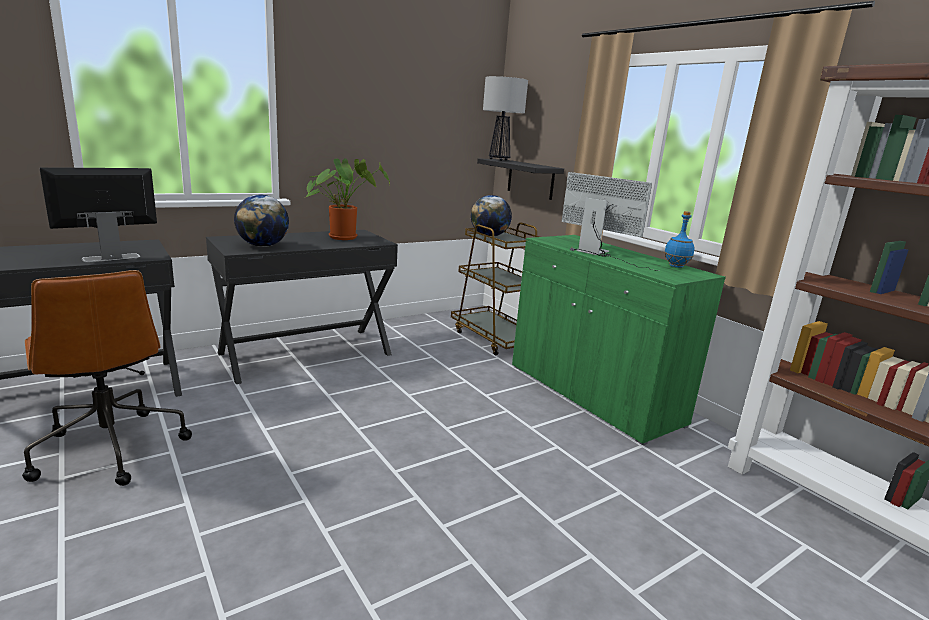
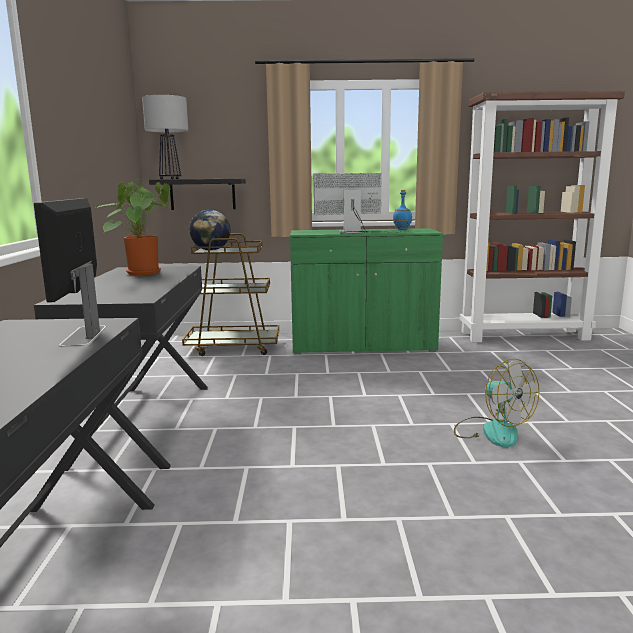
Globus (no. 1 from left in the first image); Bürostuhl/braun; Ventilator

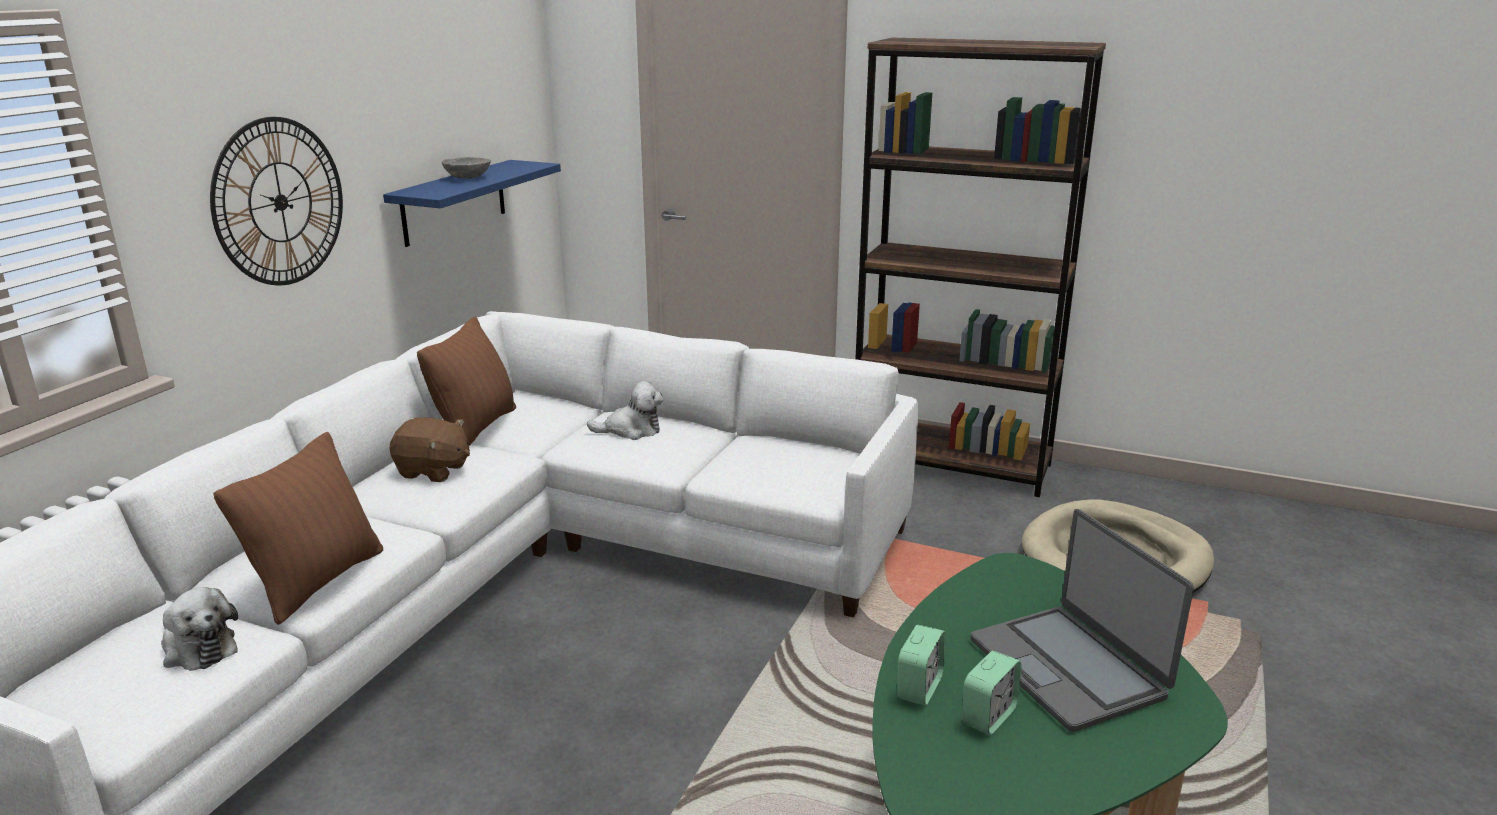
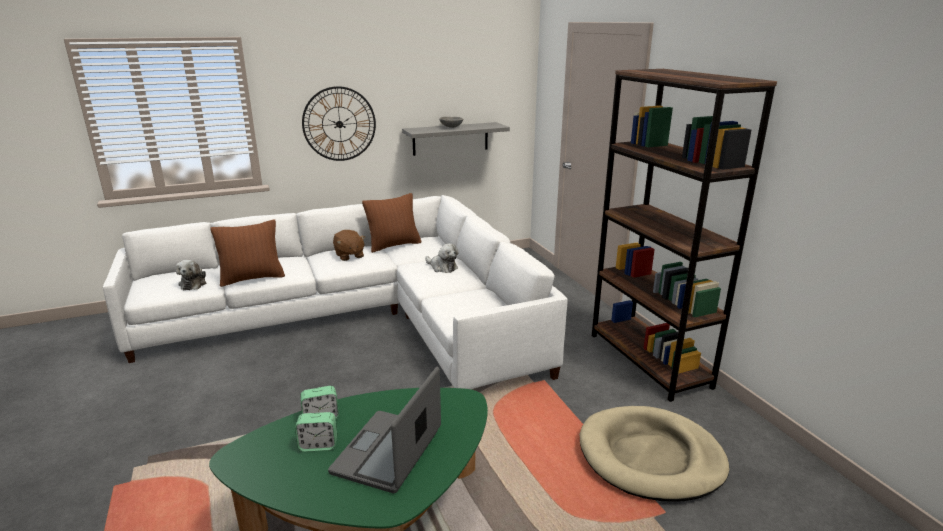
Wandregal/grau

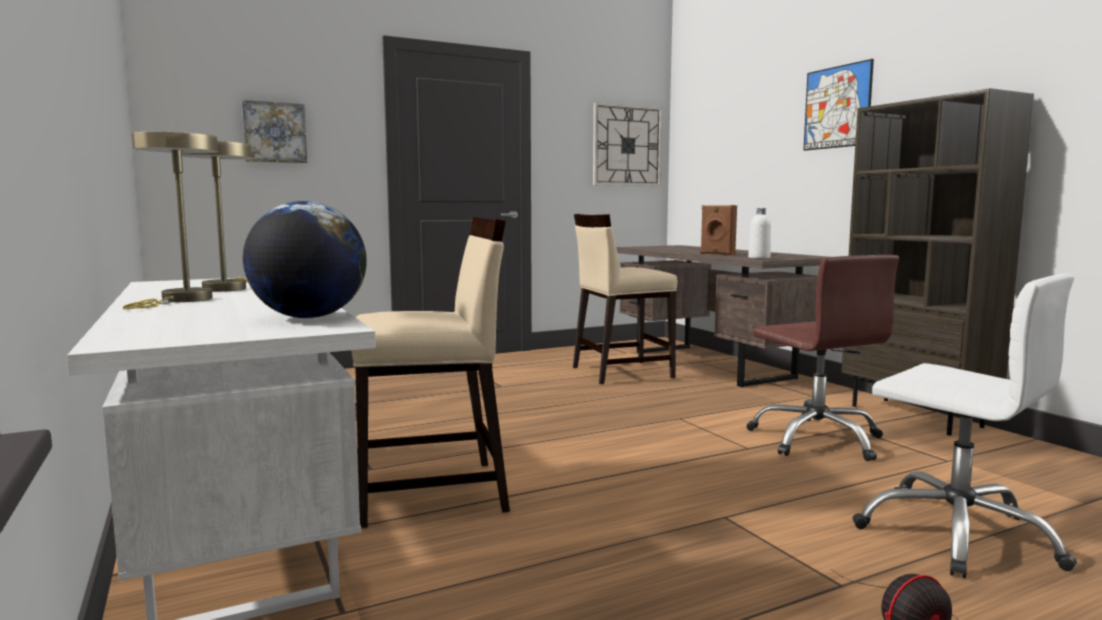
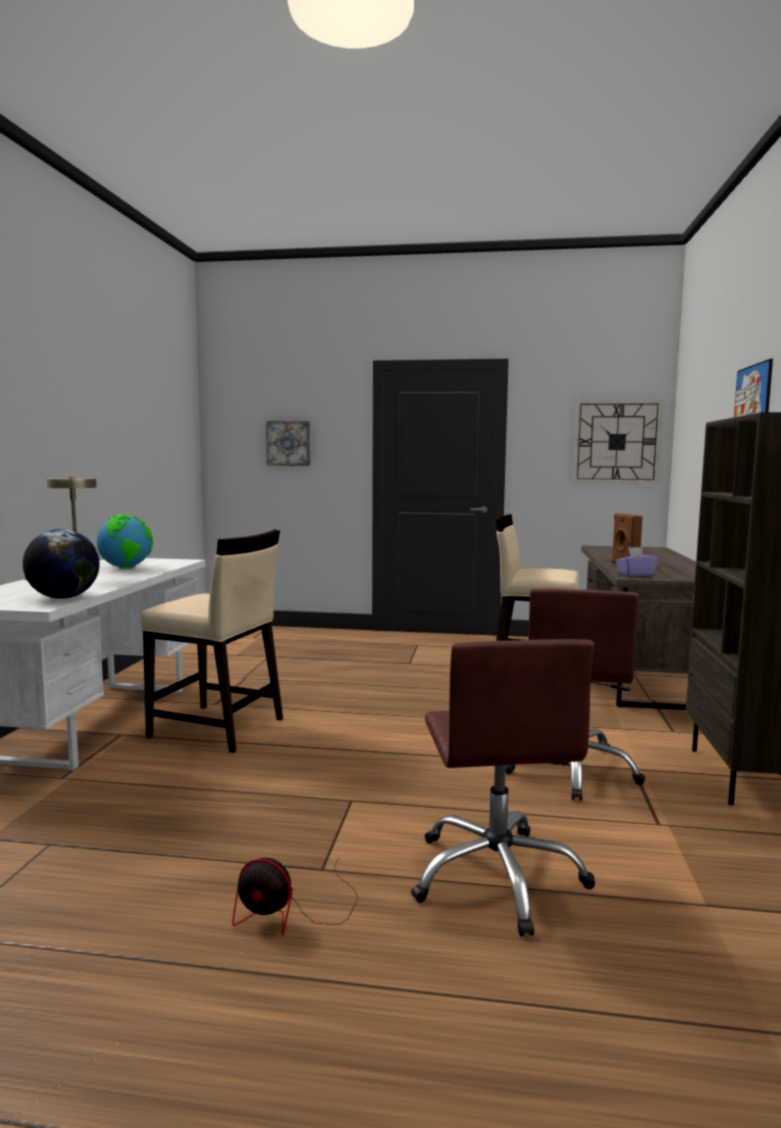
Globus (no. 2 from left); Taschentuchbox/lila; Bürostuhl/braun (no. 1 from left)

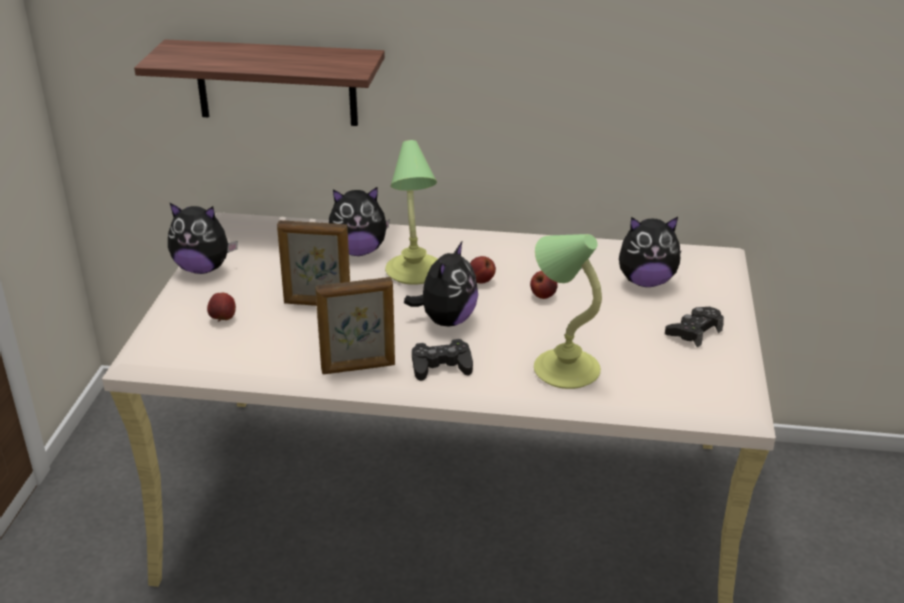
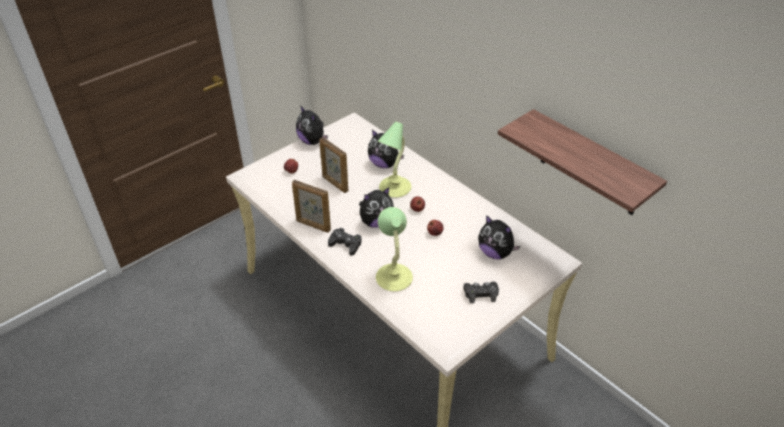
Wandregal

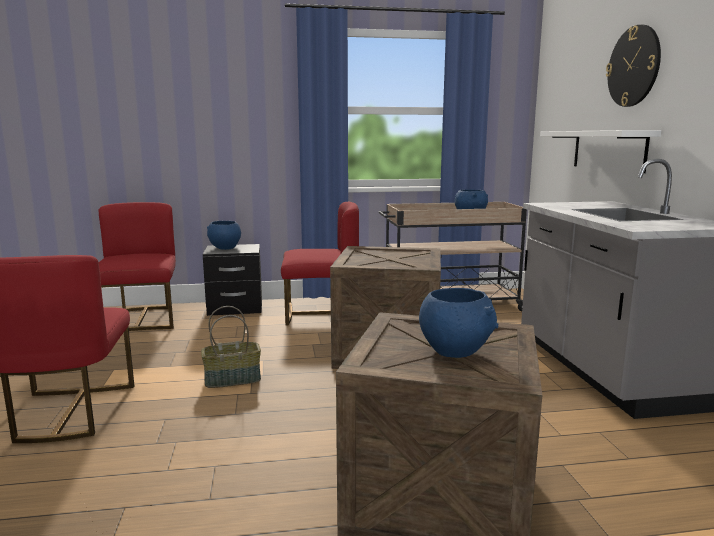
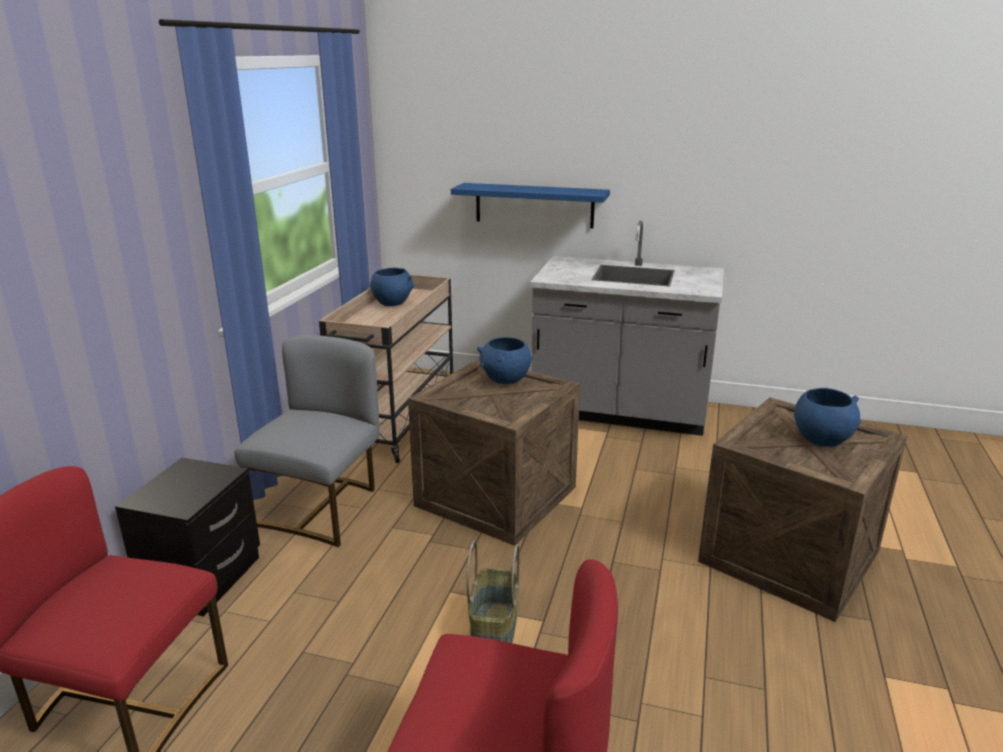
Wanduhr; Wandregal/blau; Stuhl/grau; Schüssel/blau (no. 2 from left)

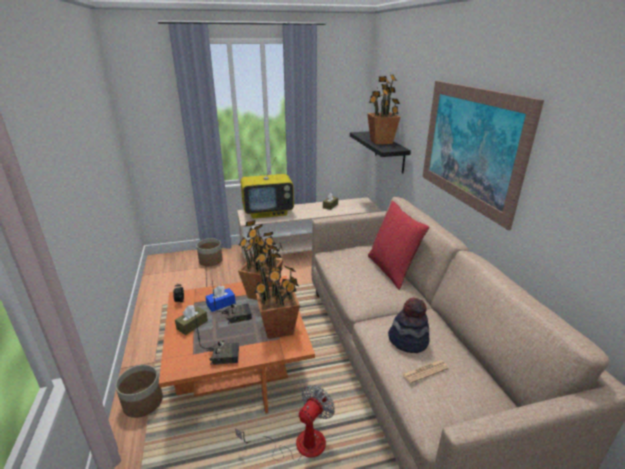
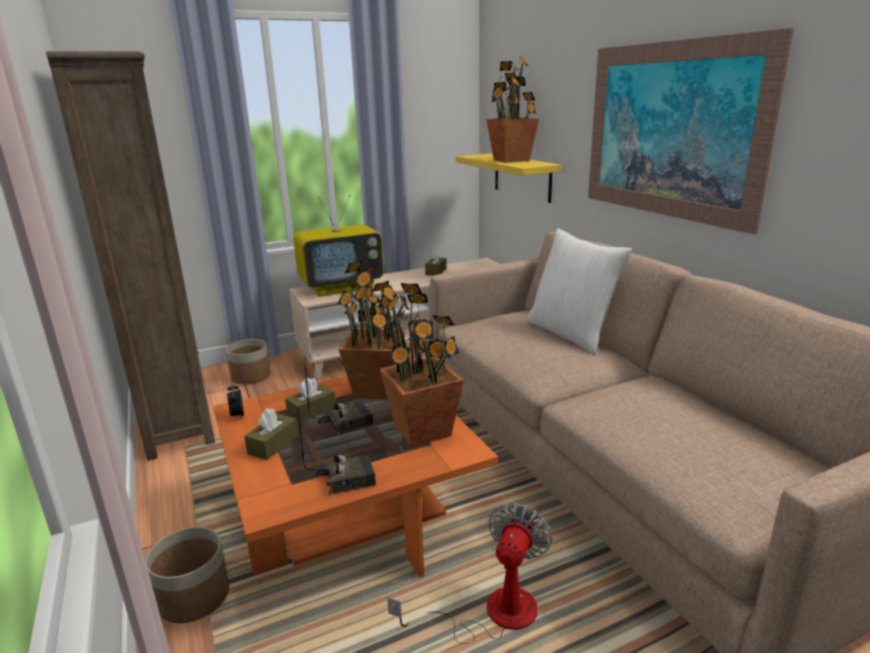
Wandregal/gelb; Kissen/weiß; Taschentuchbox/braun (no. 2 from left); Hut; Zeitung; Bücherregal/braun

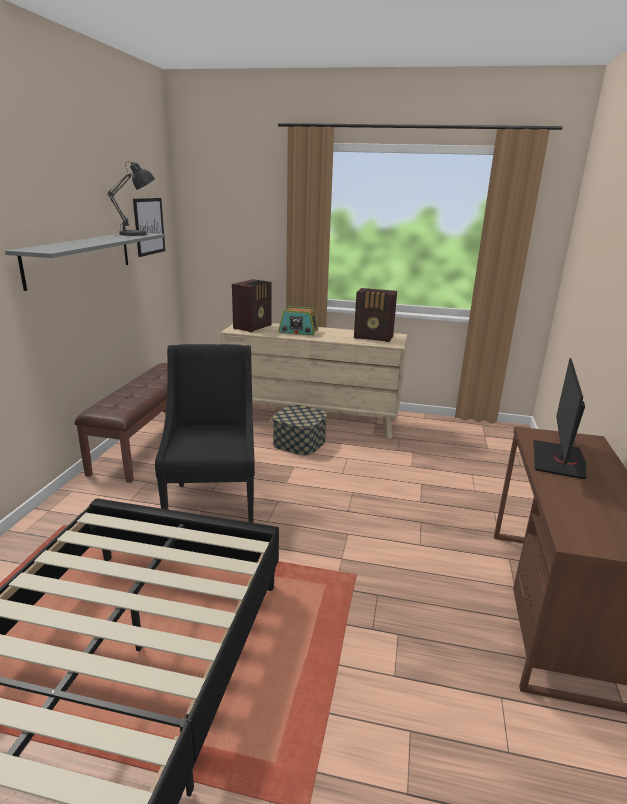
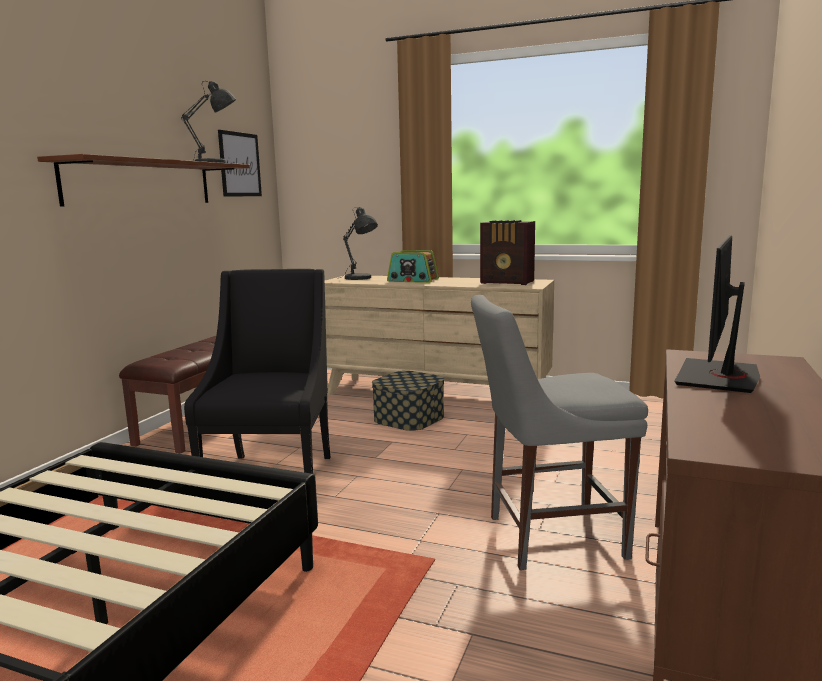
Wandregal/braun; Tischlampe/grau (no. 2 from left); Stuhl/grau

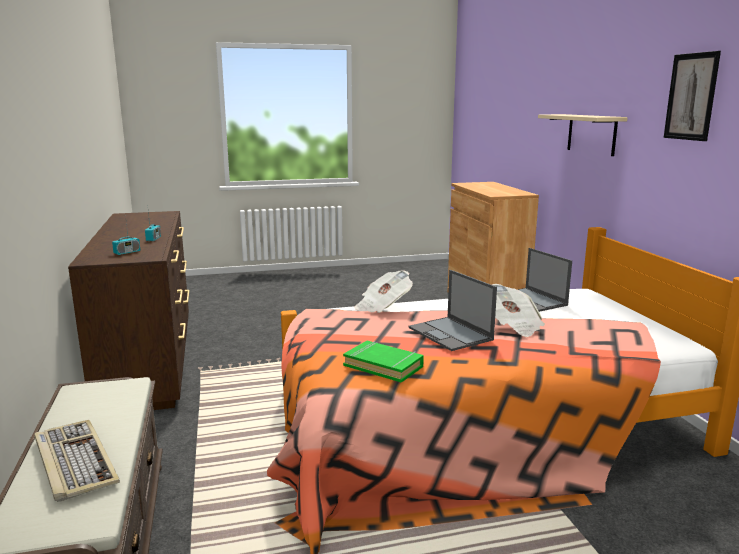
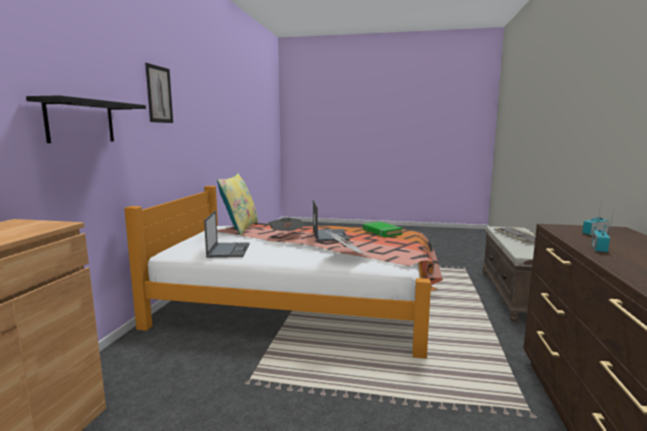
Wandregal/schwarz; Kissen/gelb

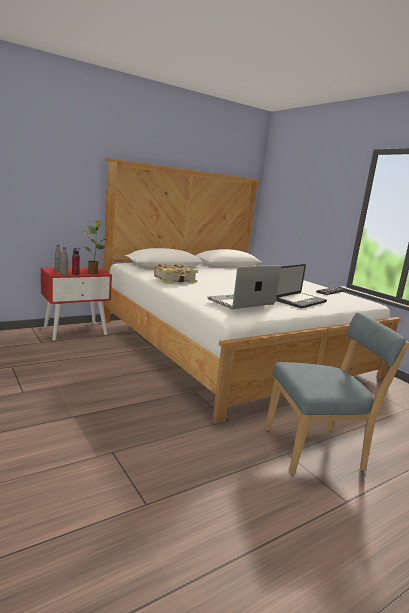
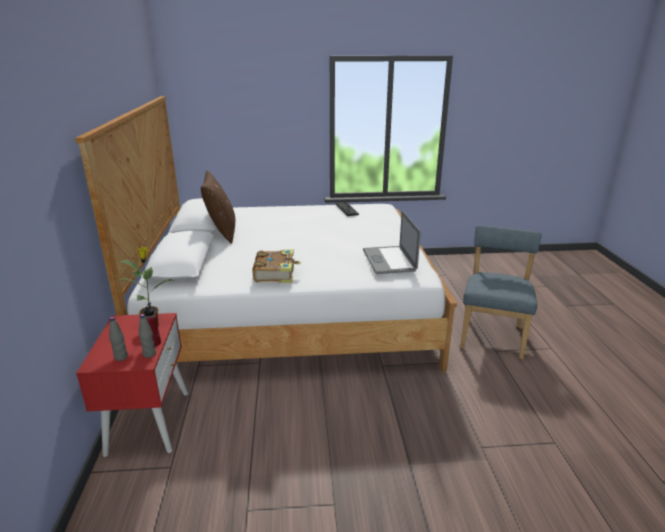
Laptop (no. 2 from left in the first image); Kissen/braun

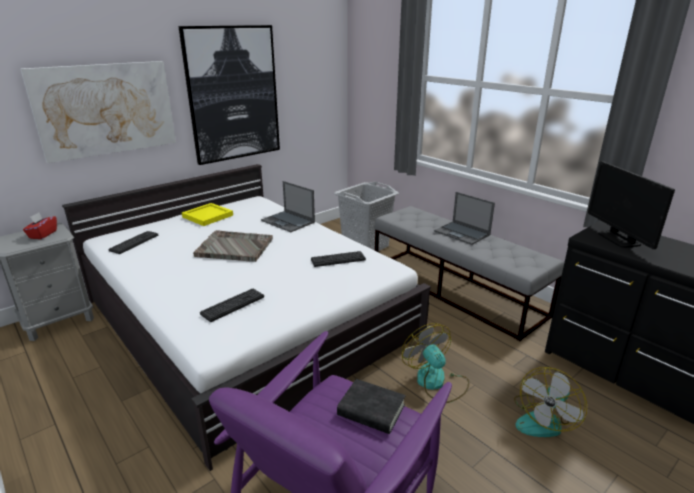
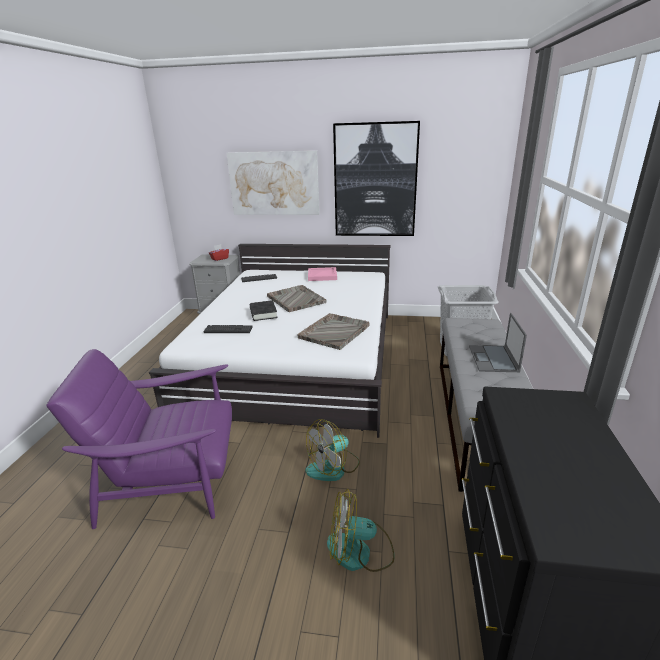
Monitor; Laptop (no. 1 from left in the first image); Tablett/rosa; Tablett/grau (no. 2 from left); Ventilator (no. 1 from left); Buch/schwarz

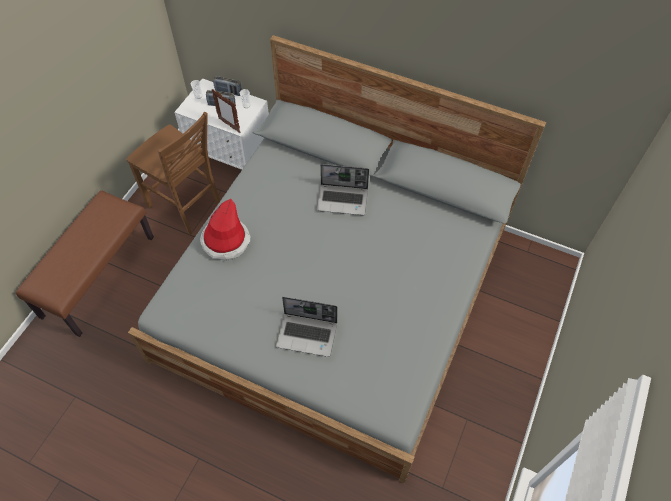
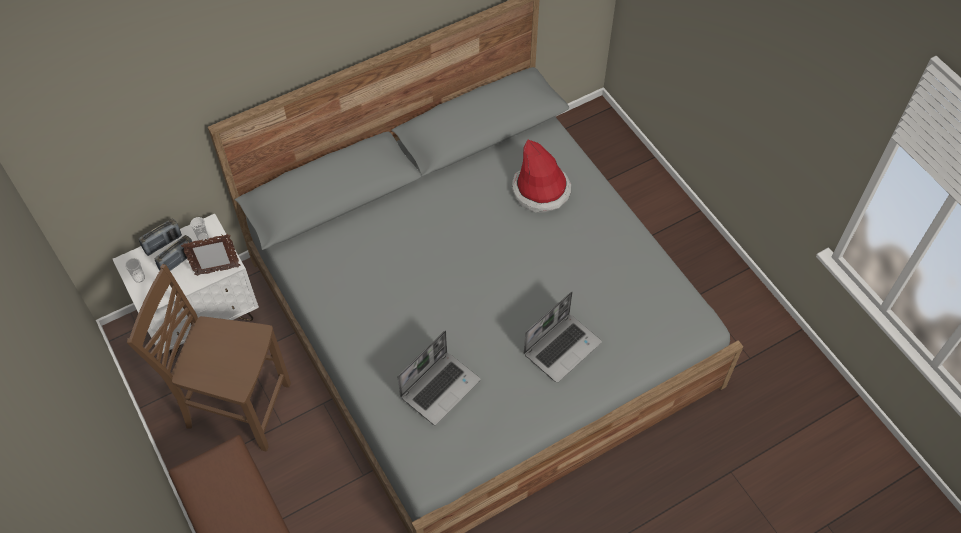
Stuhl/braun; Laptop (no. 1 from left); Hut

